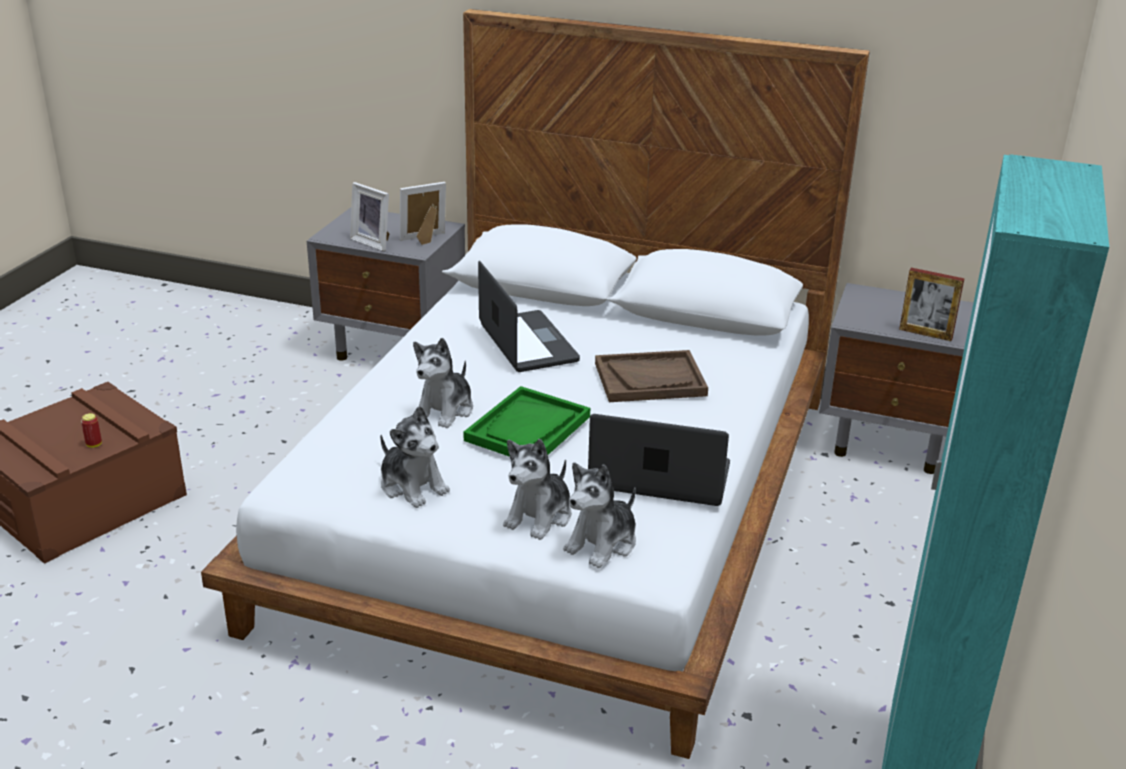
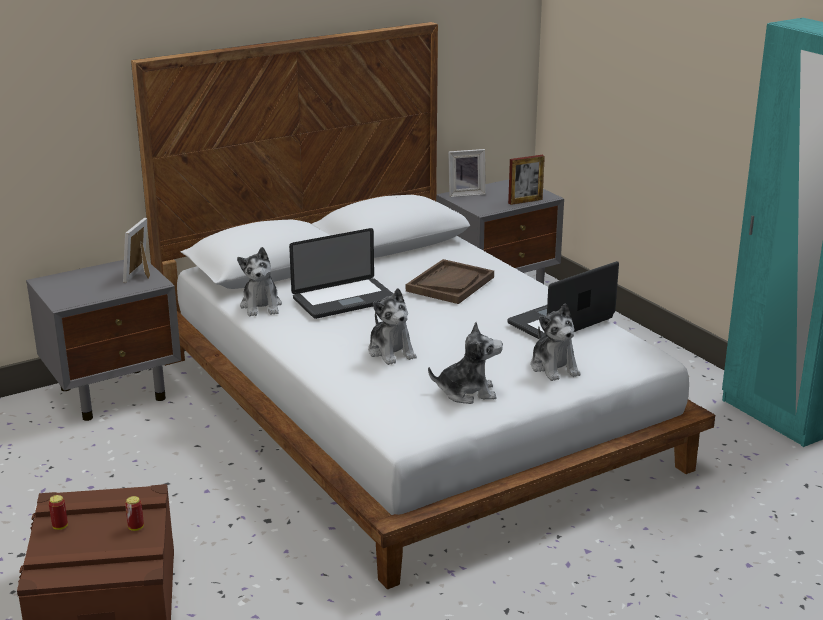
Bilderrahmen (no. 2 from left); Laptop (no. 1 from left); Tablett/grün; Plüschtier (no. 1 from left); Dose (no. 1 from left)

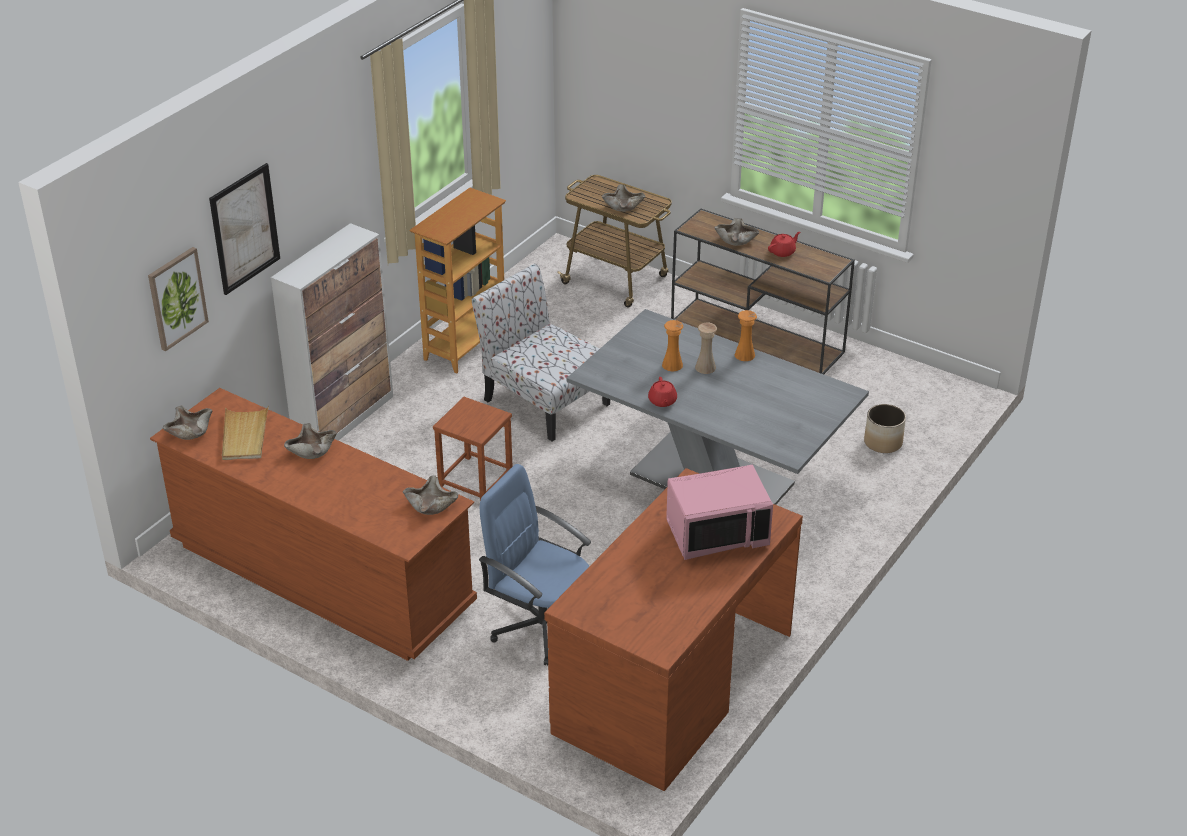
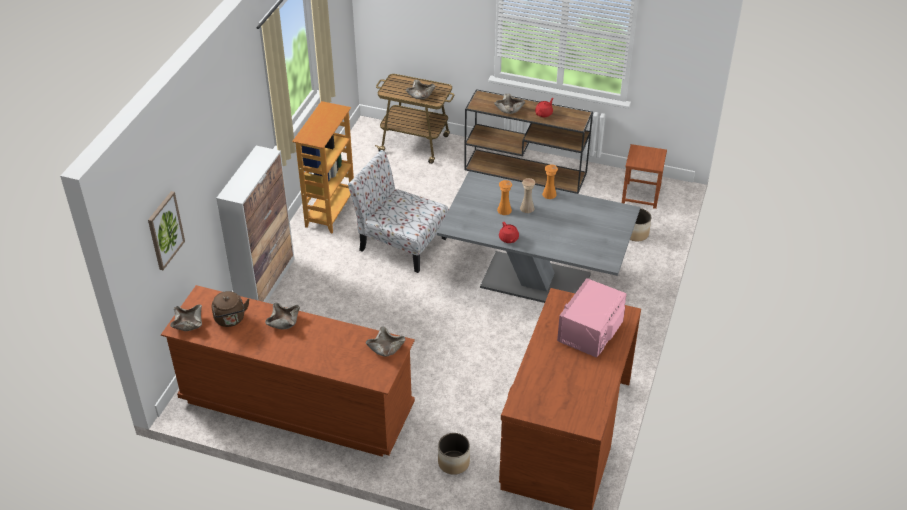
Bild (no. 2 from left in the first image); Hocker/braun; Wasserkessel/braun; Bürostuhl/blau; Mikrowelle/rosa; Pflanzkübel (no. 1 from left)

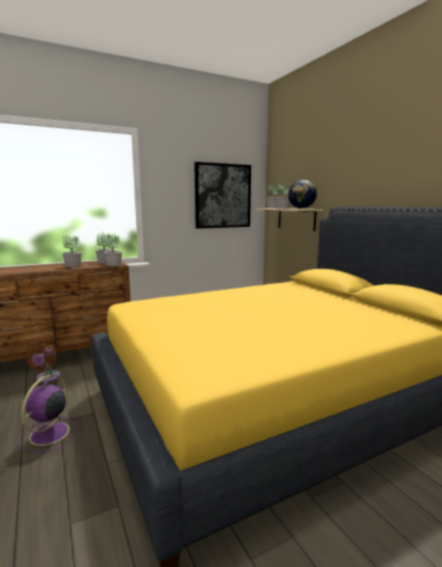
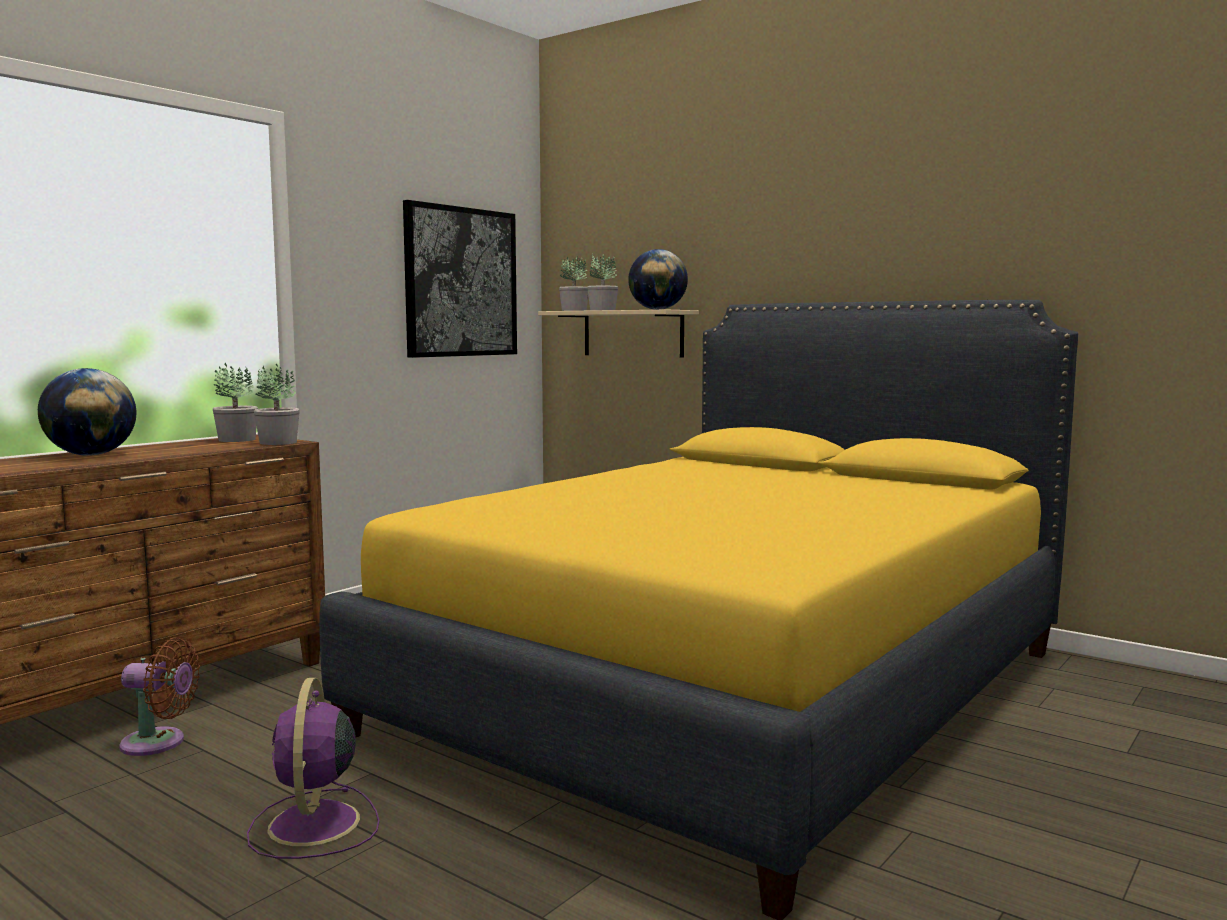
Topfpflanze (no. 1 from left in the first image); Ventilator/braun; Globus (no. 1 from left)

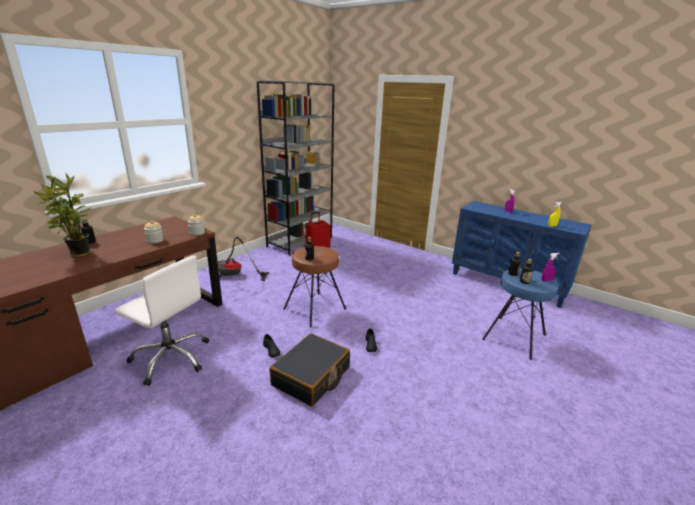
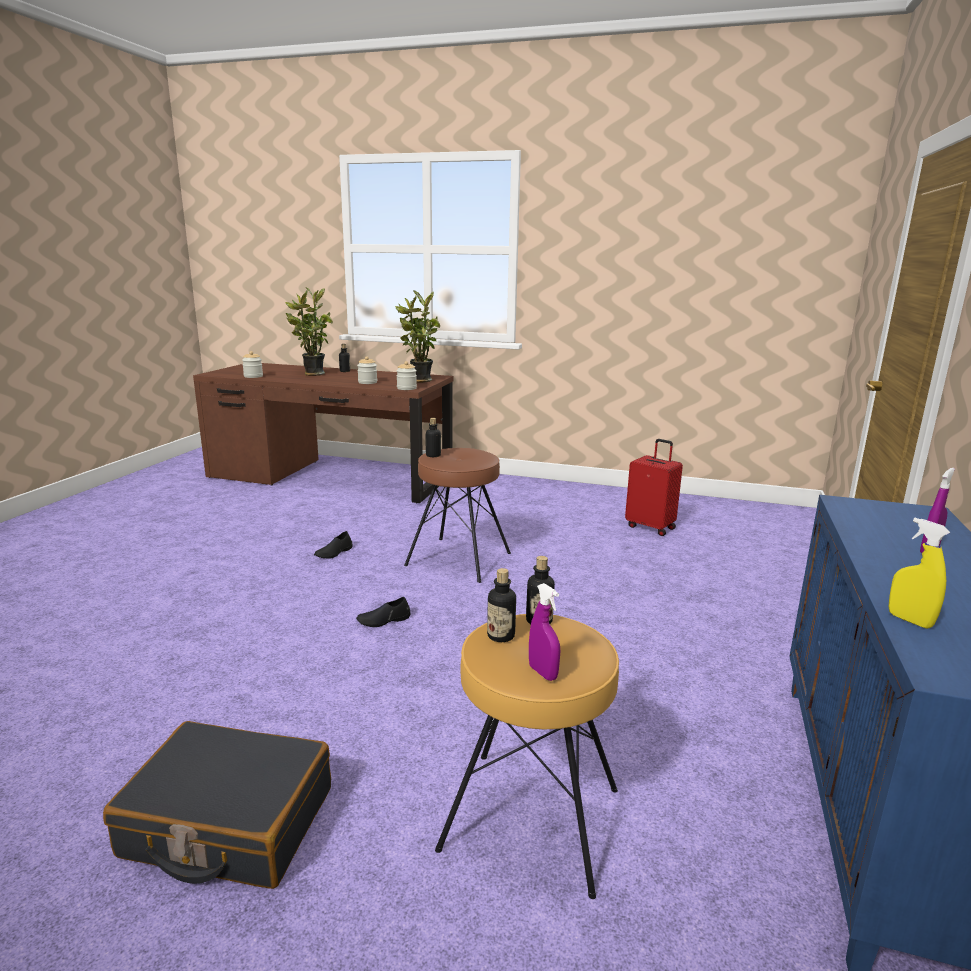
Bücherregal/grau; Staubsauger; Bürostuhl/weiß; Hocker/braun (no. 2 from left); Koffer/schwarz; Topfpflanze (no. 2 from left); Vorratsglas (no. 1 from left)

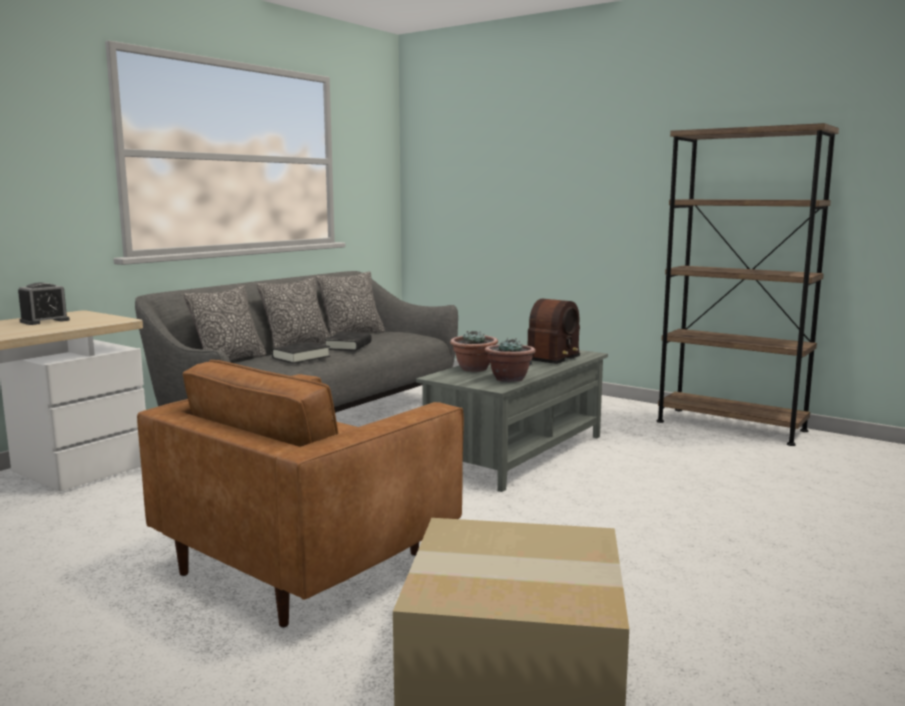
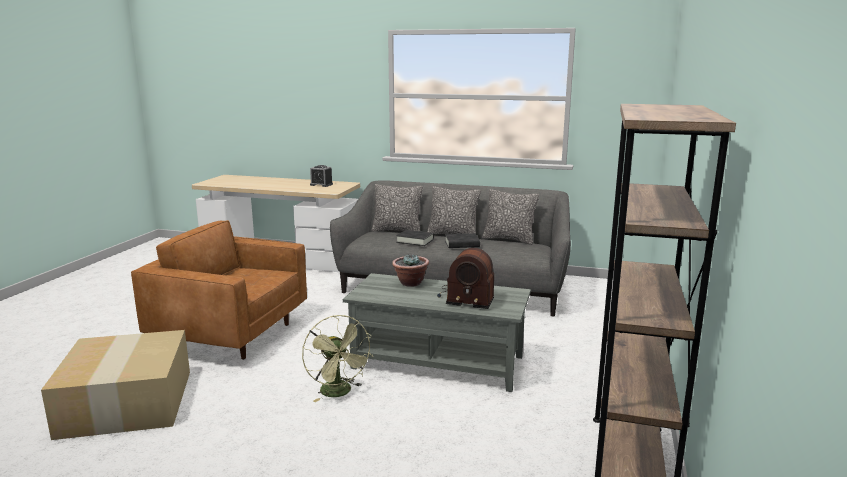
Topfpflanze (no. 2 from left in the first image); Ventilator/grün

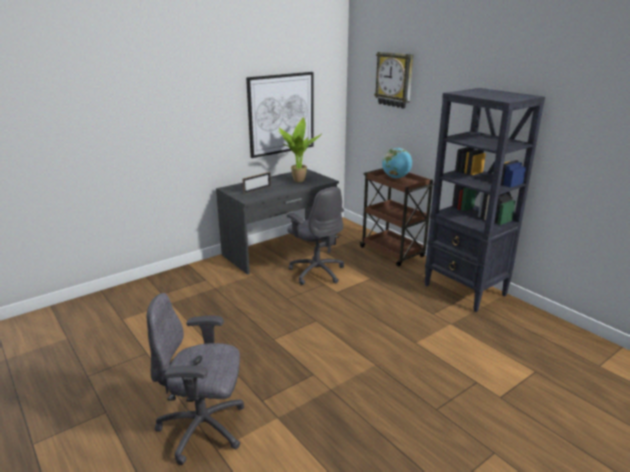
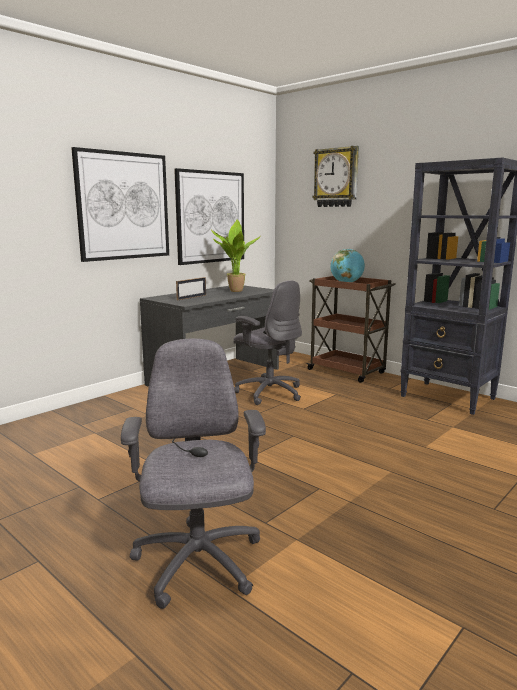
Bürostuhl/grau (no. 1 from left); Bild (no. 1 from left)

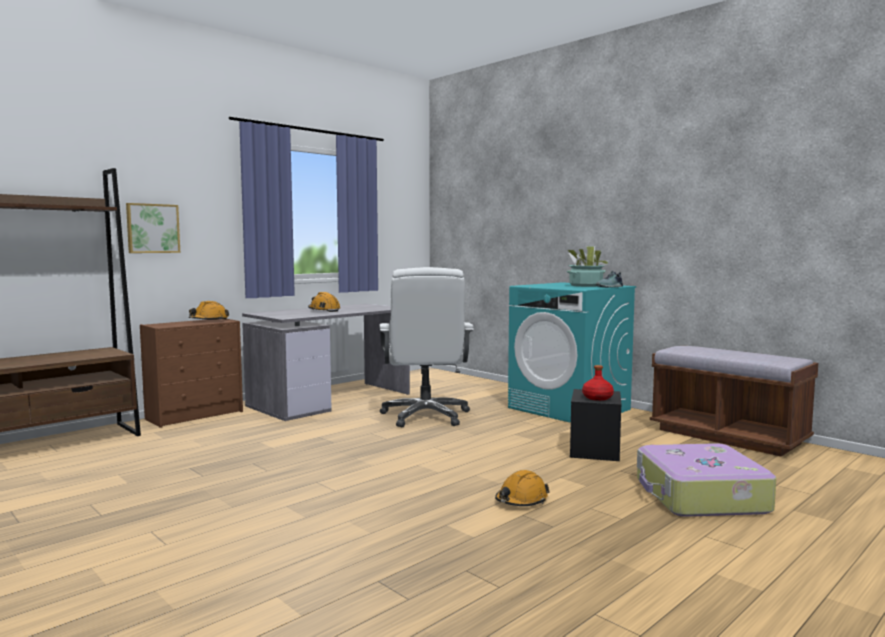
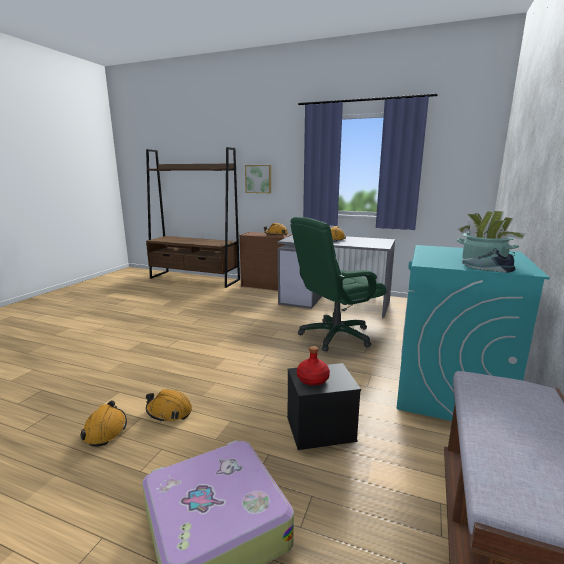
Bürostuhl/grün; Schutzhelm/orange (no. 1 from left)

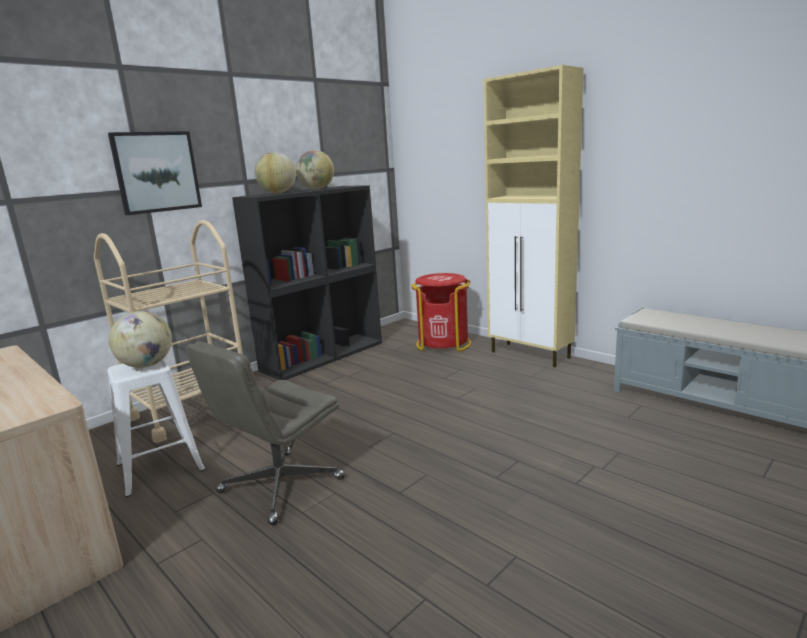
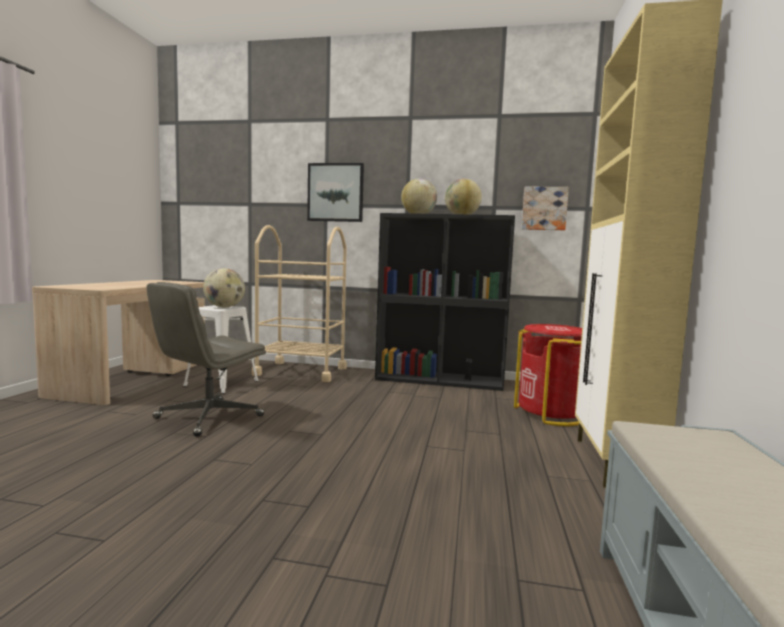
Bürostuhl/grau; Bild (no. 2 from left)

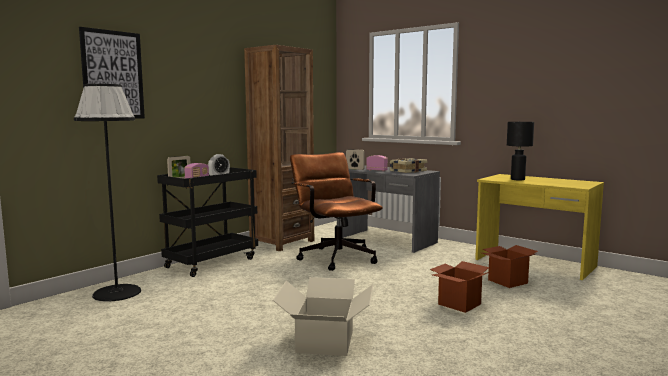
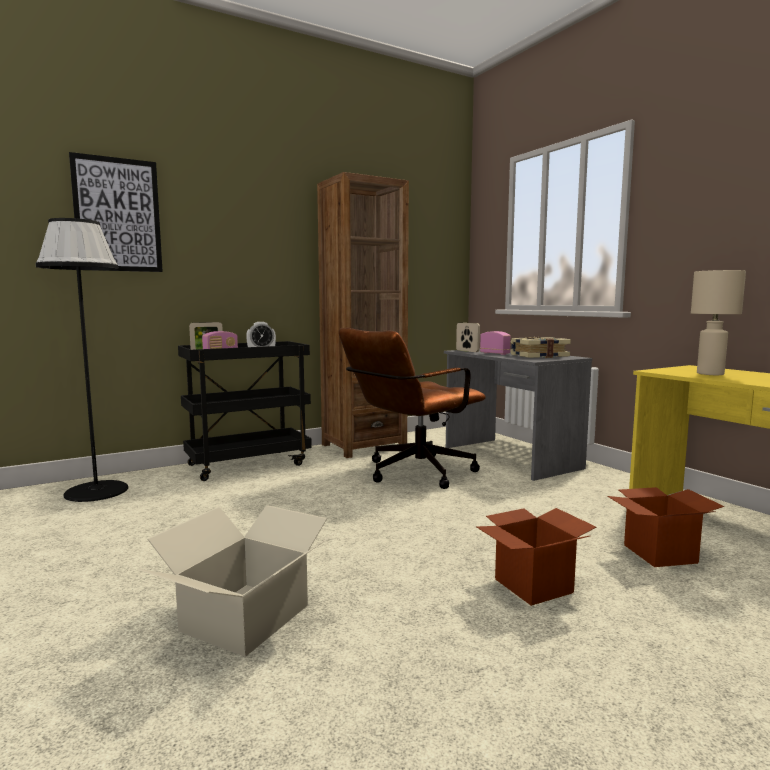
Tischlampe/beige; Bürostuhl/braun

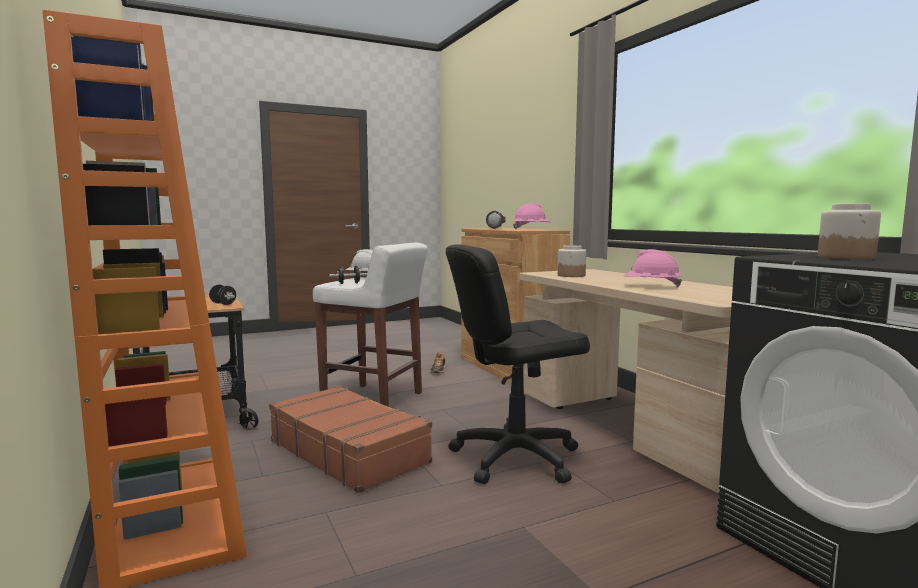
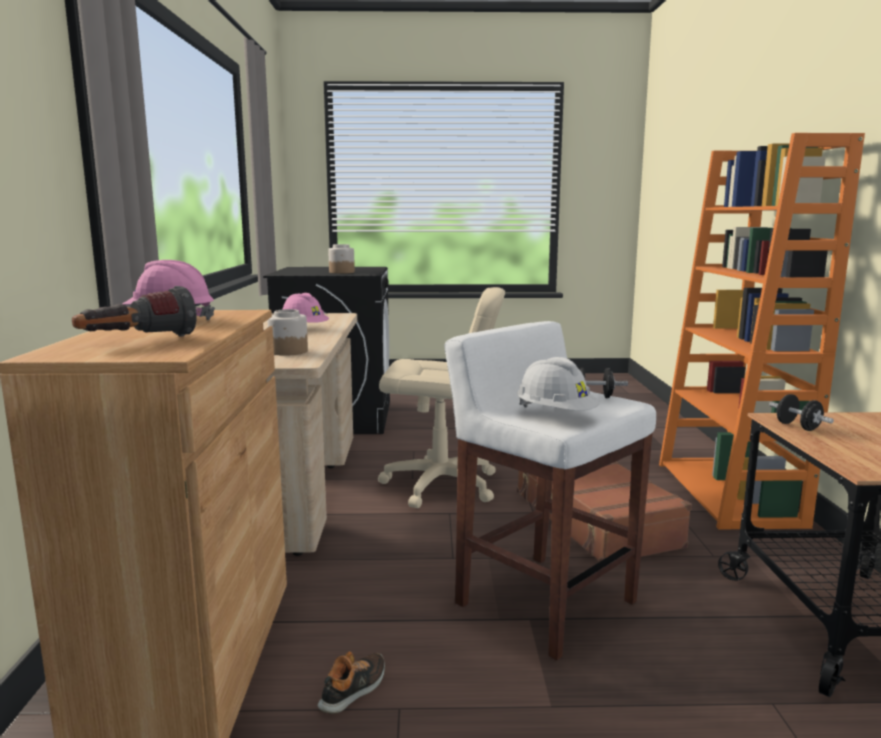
Bürostuhl/beige

